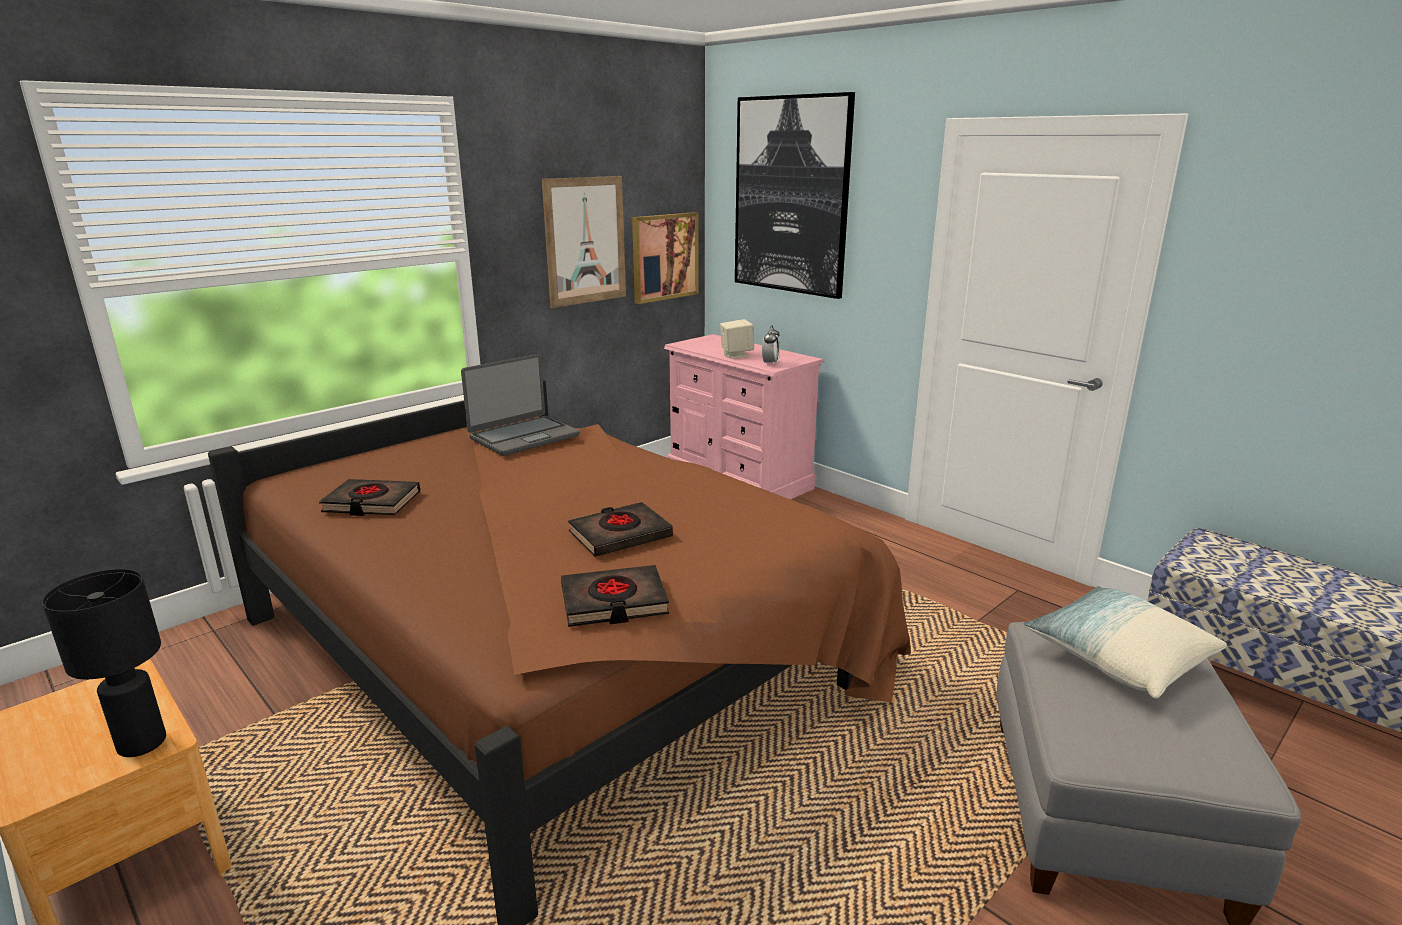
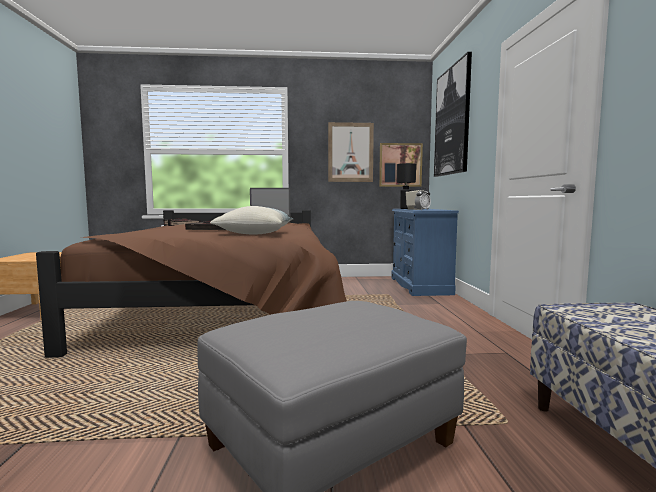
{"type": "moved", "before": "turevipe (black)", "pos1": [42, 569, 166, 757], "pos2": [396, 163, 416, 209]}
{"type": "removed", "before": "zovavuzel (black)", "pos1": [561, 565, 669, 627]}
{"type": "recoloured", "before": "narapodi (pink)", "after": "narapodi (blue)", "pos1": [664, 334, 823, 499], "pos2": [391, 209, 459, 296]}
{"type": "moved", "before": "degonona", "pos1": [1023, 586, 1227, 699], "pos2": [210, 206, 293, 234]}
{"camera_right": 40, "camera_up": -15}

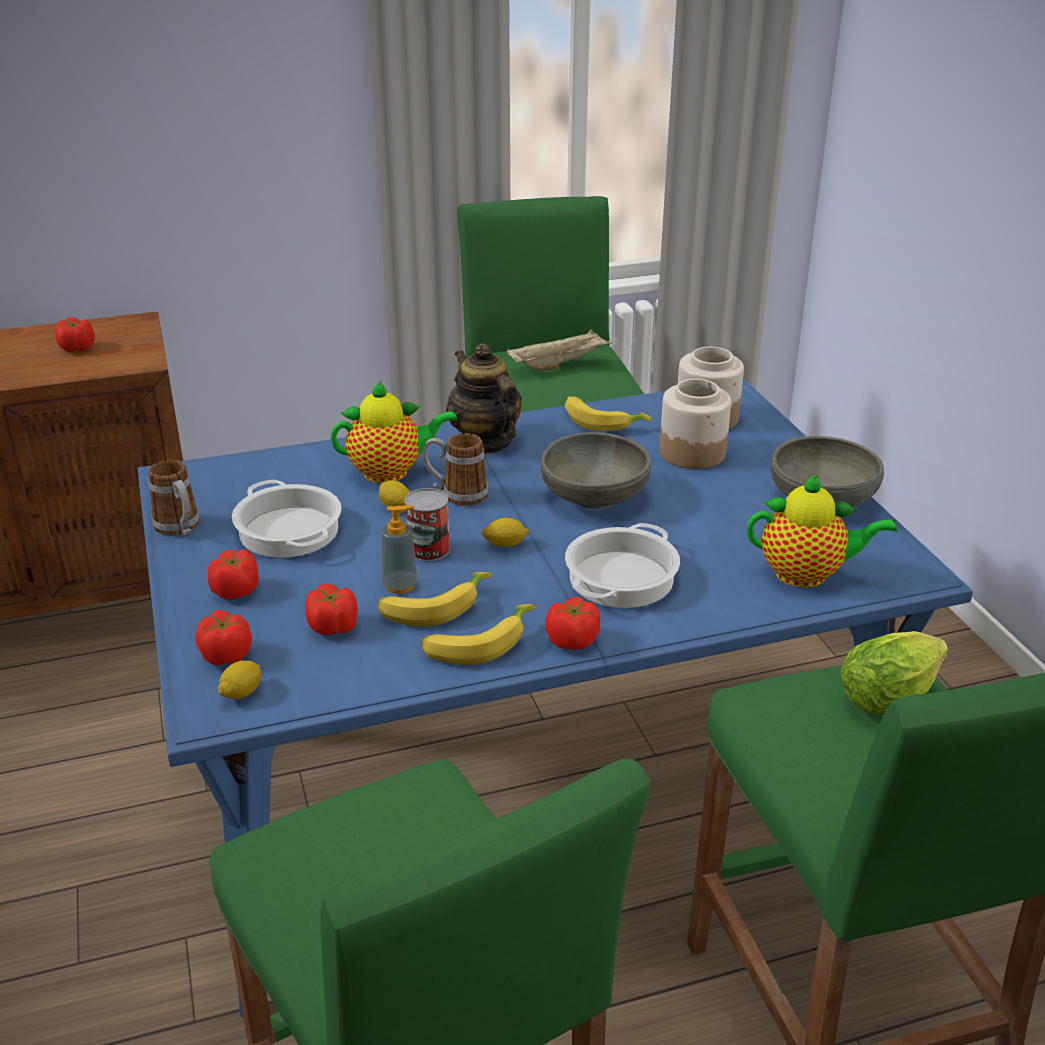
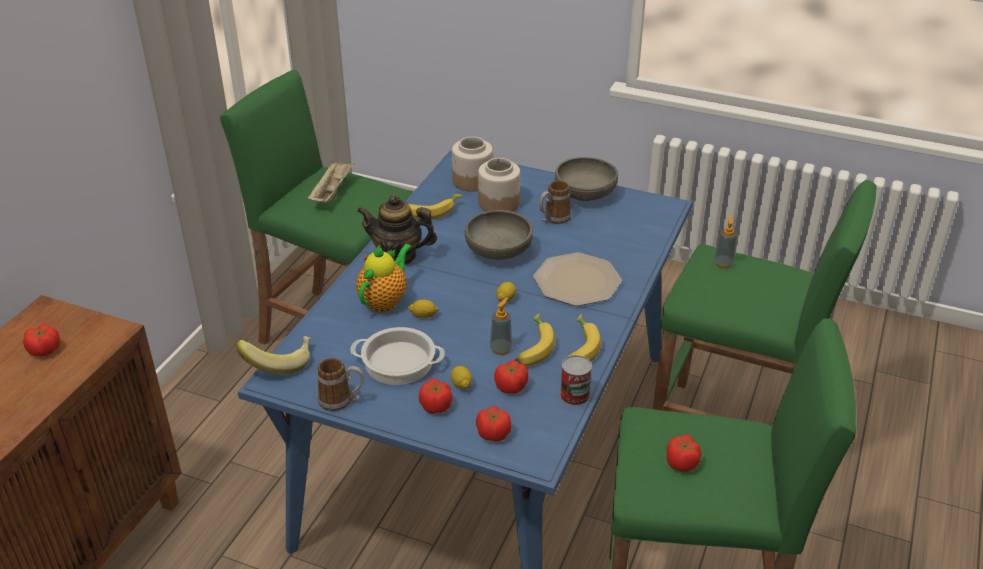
{"type": "moved", "before": "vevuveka", "pos1": [218, 661, 261, 699], "pos2": [451, 366, 472, 389]}
{"type": "moved", "before": "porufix", "pos1": [405, 488, 450, 561], "pos2": [560, 355, 592, 406]}
{"type": "moved", "before": "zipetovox", "pos1": [422, 433, 488, 506], "pos2": [539, 180, 571, 224]}
{"type": "moved", "before": "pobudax", "pos1": [545, 597, 600, 650], "pos2": [667, 435, 701, 472]}
{"type": "replaced", "before": "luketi", "after": "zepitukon", "pos1": [565, 523, 680, 608], "pos2": [533, 253, 622, 306]}
{"type": "removed", "before": "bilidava", "pos1": [747, 474, 897, 588]}
{"type": "replaced", "before": "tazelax", "after": "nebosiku", "pos1": [840, 631, 948, 715], "pos2": [714, 216, 737, 268]}
{"type": "added", "after": "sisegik", "pos2": [236, 336, 311, 374]}
{"camera_right": -50, "camera_up": 5}

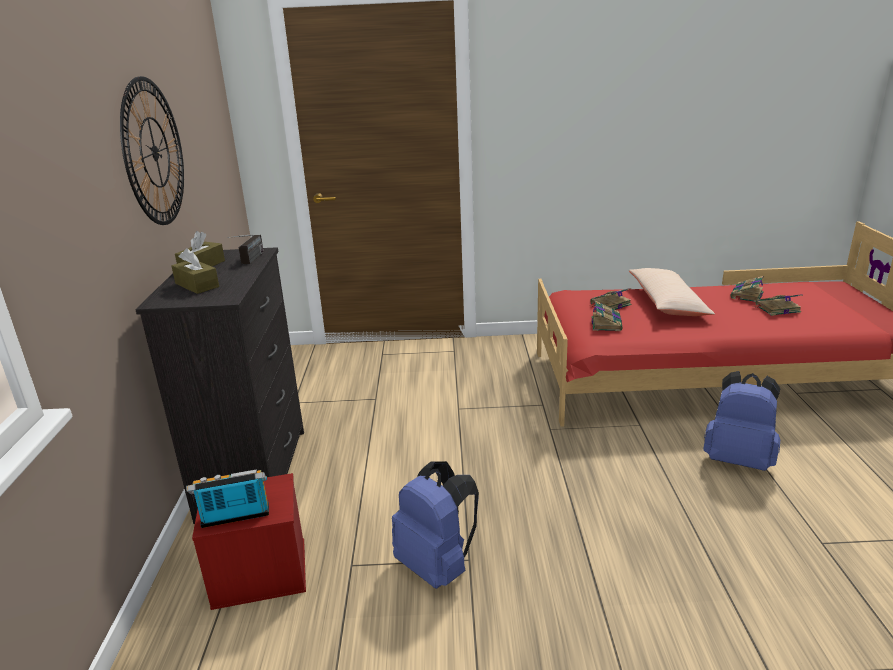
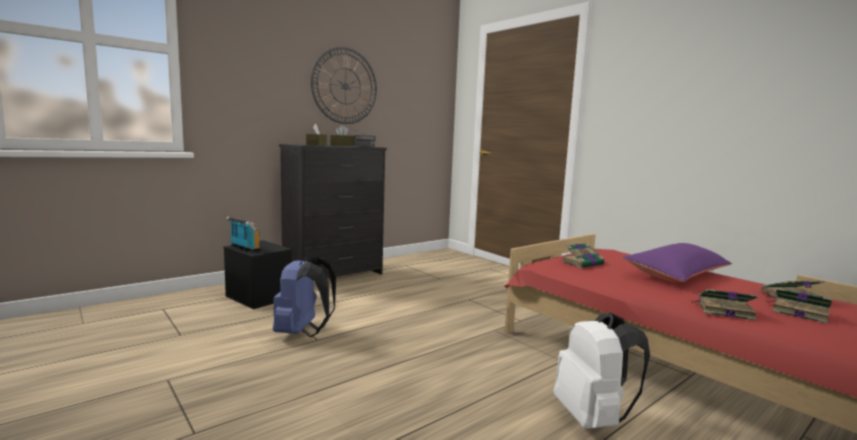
{"type": "recoloured", "before": "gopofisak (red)", "after": "gopofisak (black)", "pos1": [192, 473, 306, 610], "pos2": [224, 240, 292, 309]}
{"type": "moved", "before": "zovavuzel", "pos1": [589, 288, 632, 310], "pos2": [690, 289, 759, 321]}
{"type": "recoloured", "before": "degonona (beige)", "after": "degonona (purple)", "pos1": [628, 268, 715, 316], "pos2": [622, 243, 732, 282]}
{"type": "recoloured", "before": "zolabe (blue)", "after": "zolabe (white)", "pos1": [703, 371, 780, 471], "pos2": [554, 313, 650, 429]}
{"camera_right": 50, "camera_up": -15}

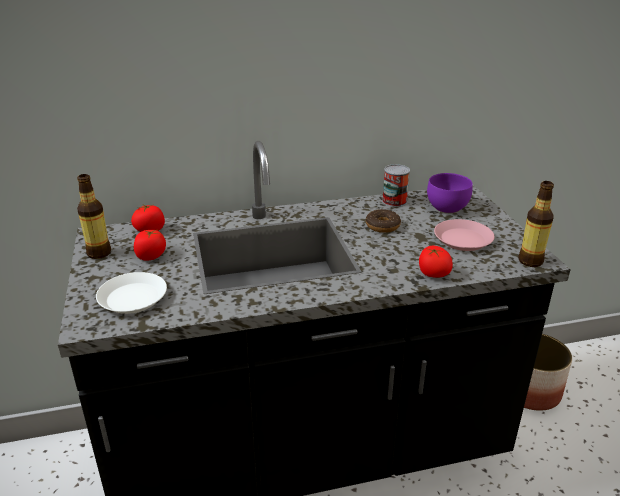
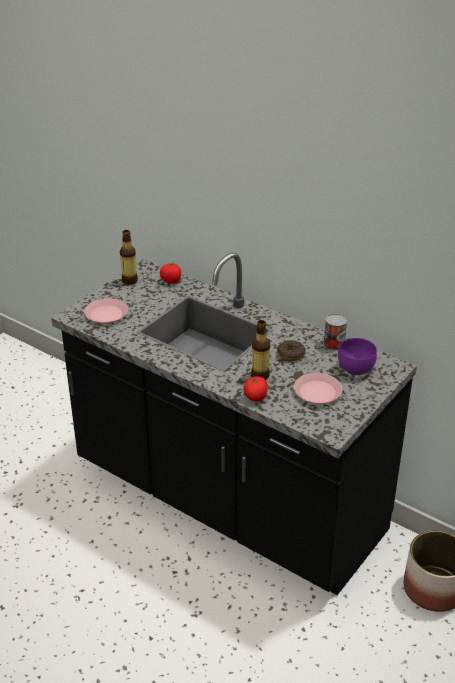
{"type": "recoloured", "before": "zepitukon (white)", "after": "zepitukon (pink)", "pos1": [96, 272, 167, 314], "pos2": [84, 298, 128, 324]}
{"type": "removed", "before": "pobudax", "pos1": [134, 229, 166, 261]}
{"type": "moved", "before": "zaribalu", "pos1": [518, 181, 554, 267], "pos2": [251, 320, 270, 380]}
{"camera_right": 50, "camera_up": 5}

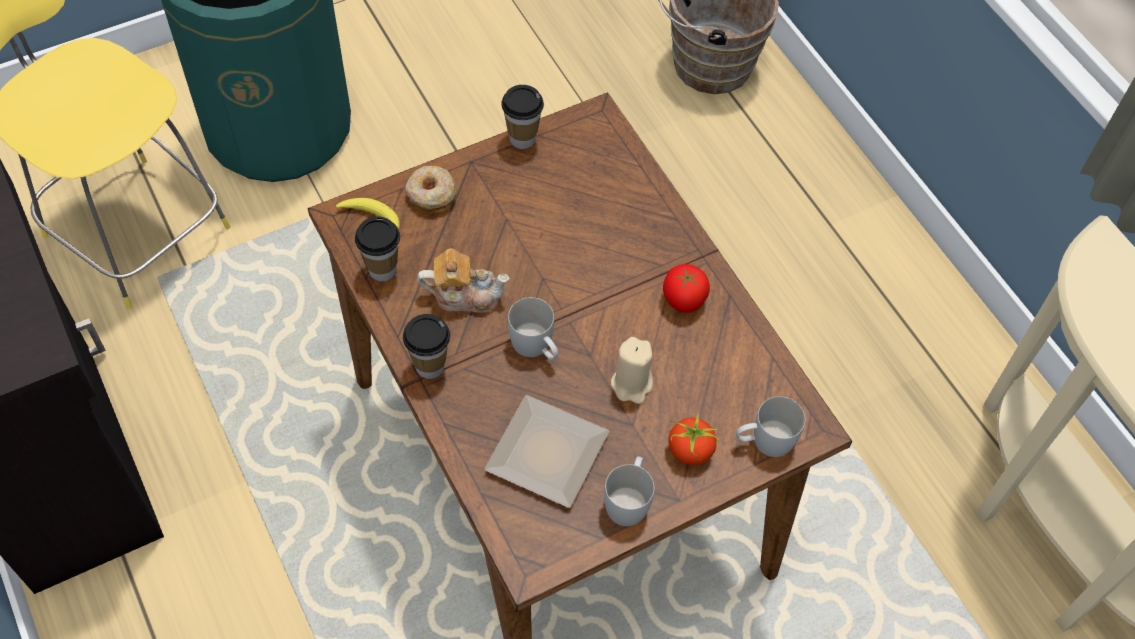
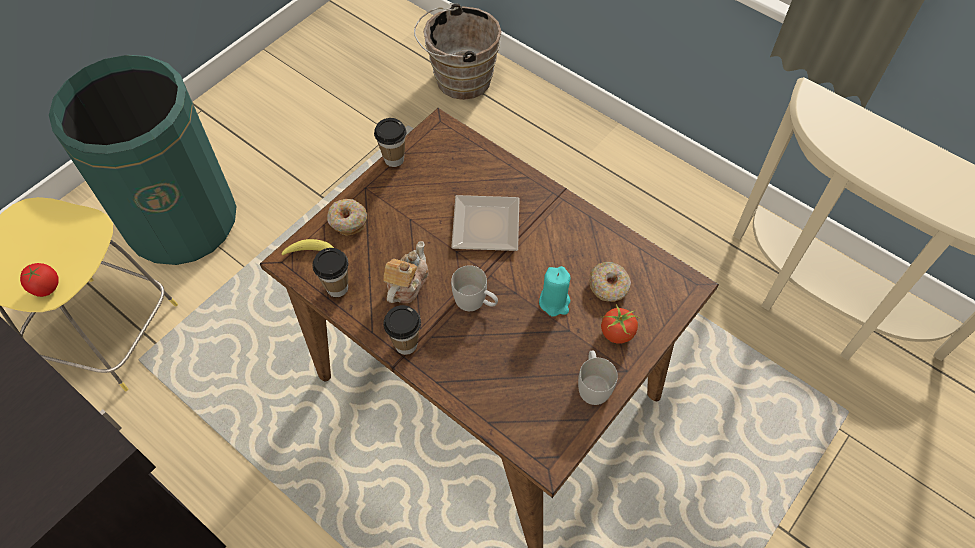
{"type": "turned", "before": "bilidava", "pos1": [417, 249, 510, 313], "pos2": [383, 241, 429, 303], "turn": -45}
{"type": "moved", "before": "zepitukon", "pos1": [484, 395, 609, 508], "pos2": [451, 195, 520, 251]}
{"type": "recoloured", "before": "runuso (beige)", "after": "runuso (turquoise)", "pos1": [611, 337, 653, 404], "pos2": [539, 266, 571, 317]}
{"type": "moved", "before": "pobudax", "pos1": [663, 264, 710, 313], "pos2": [20, 263, 59, 297]}
{"type": "removed", "before": "zipetovox (white)", "pos1": [736, 396, 805, 457]}
{"type": "added", "after": "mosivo", "pos2": [589, 262, 631, 302]}
{"camera_right": -20, "camera_up": 0}

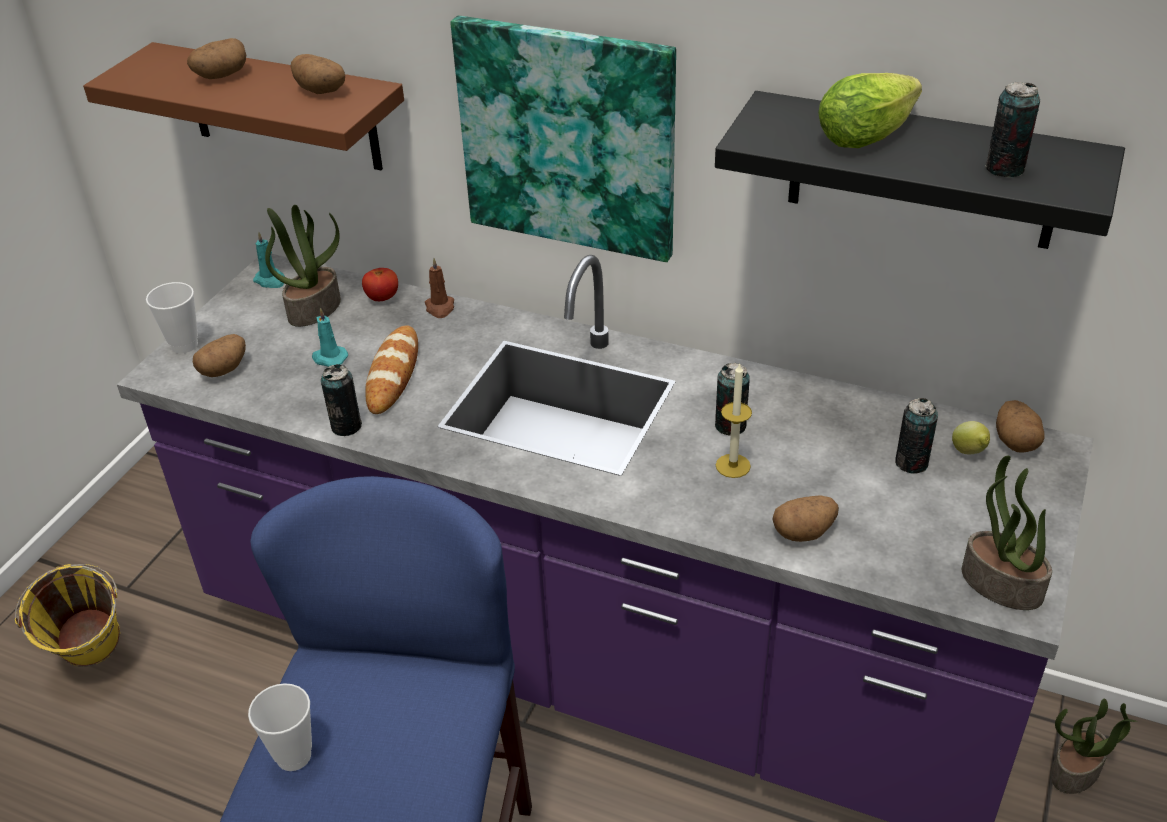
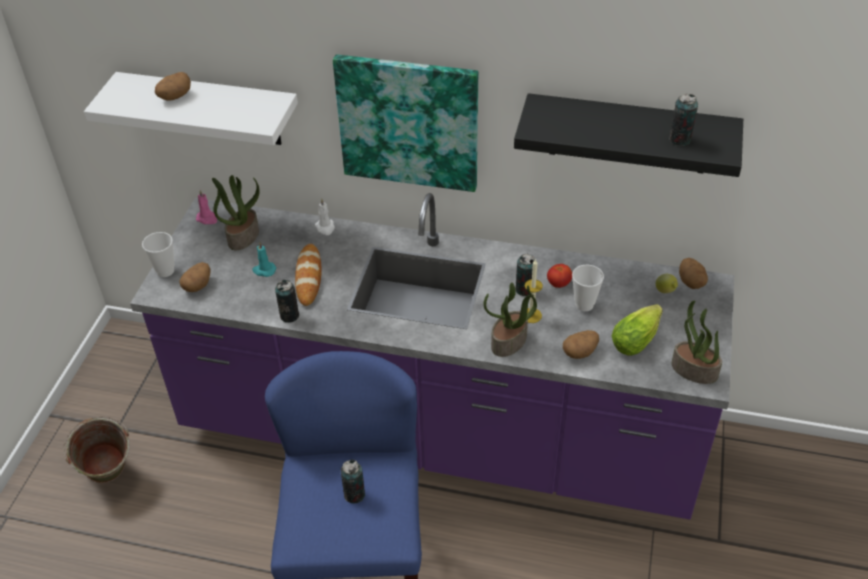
{"type": "recoloured", "before": "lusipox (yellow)", "after": "lusipox (green)", "pos1": [15, 564, 120, 667], "pos2": [63, 417, 129, 483]}
{"type": "recoloured", "before": "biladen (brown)", "after": "biladen (white)", "pos1": [83, 42, 404, 170], "pos2": [84, 72, 298, 145]}
{"type": "moved", "before": "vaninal", "pos1": [248, 683, 312, 771], "pos2": [572, 265, 604, 311]}
{"type": "recoloured", "before": "runuso (turquoise)", "after": "runuso (pink)", "pos1": [253, 232, 285, 288], "pos2": [196, 190, 217, 224]}
{"type": "removed", "before": "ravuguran", "pos1": [291, 54, 345, 94]}
{"type": "moved", "before": "pobudax", "pos1": [362, 268, 398, 301], "pos2": [547, 264, 572, 288]}
{"type": "recoloured", "before": "runuso (brown)", "after": "runuso (white)", "pos1": [425, 258, 454, 318], "pos2": [315, 198, 335, 235]}
{"type": "moved", "before": "tazelax", "pos1": [818, 73, 922, 148], "pos2": [612, 304, 663, 356]}
{"type": "moved", "before": "porufix", "pos1": [895, 398, 938, 474], "pos2": [341, 460, 365, 504]}
{"type": "moved", "before": "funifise", "pos1": [1051, 699, 1137, 794], "pos2": [483, 282, 537, 357]}
{"camera_right": -10, "camera_up": 5}

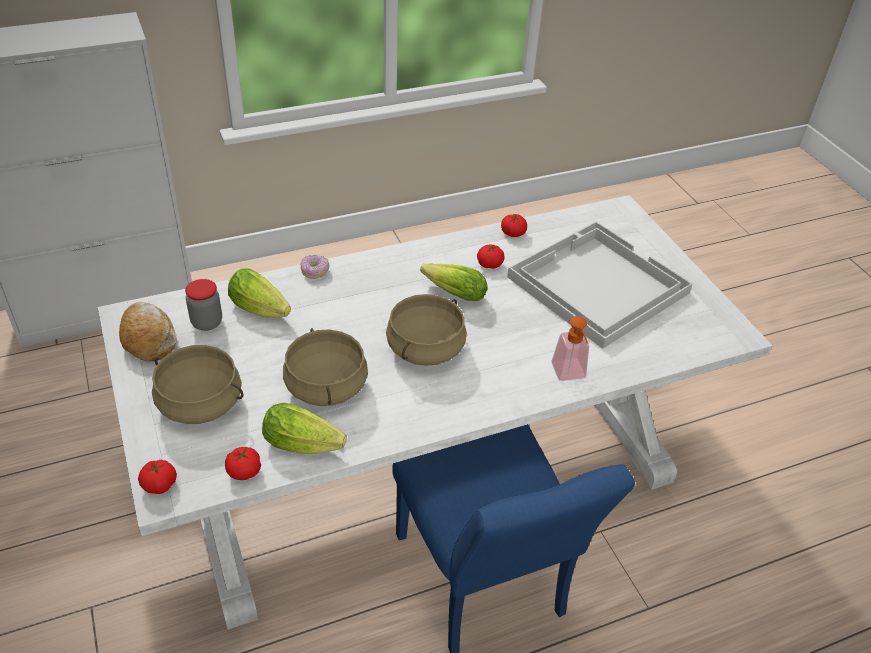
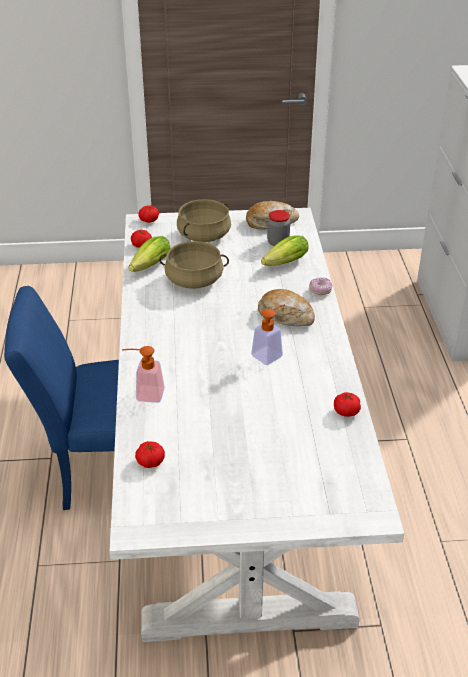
{"type": "removed", "before": "luketi (beige)", "pos1": [386, 294, 467, 366]}
{"type": "replaced", "before": "tazelax", "after": "nebosiku", "pos1": [420, 264, 488, 301], "pos2": [251, 304, 285, 365]}
{"type": "moved", "before": "pobudax", "pos1": [477, 245, 505, 269], "pos2": [135, 441, 165, 468]}
{"type": "removed", "before": "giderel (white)", "pos1": [507, 221, 692, 349]}
{"type": "added", "after": "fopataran", "pos2": [258, 289, 315, 326]}
{"camera_right": 110, "camera_up": -5}

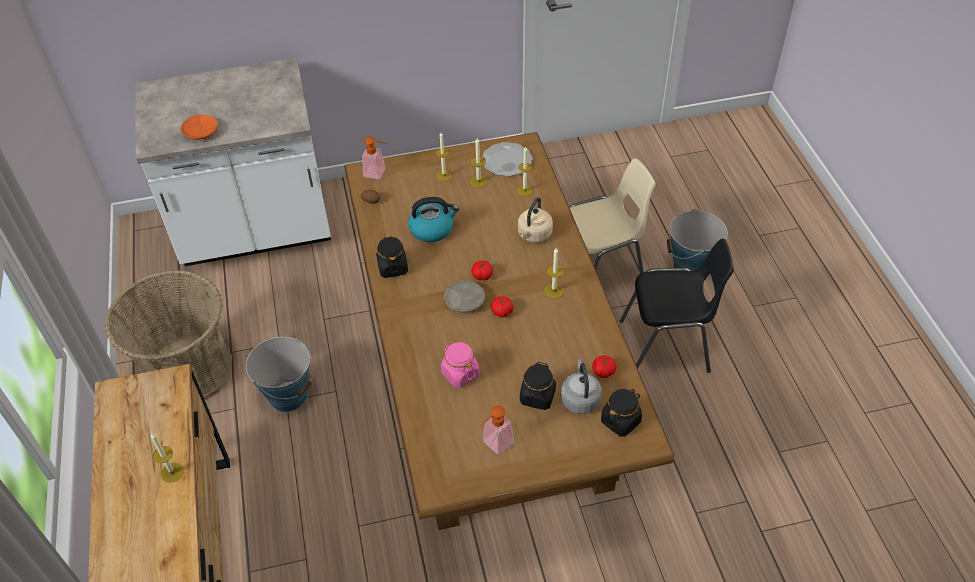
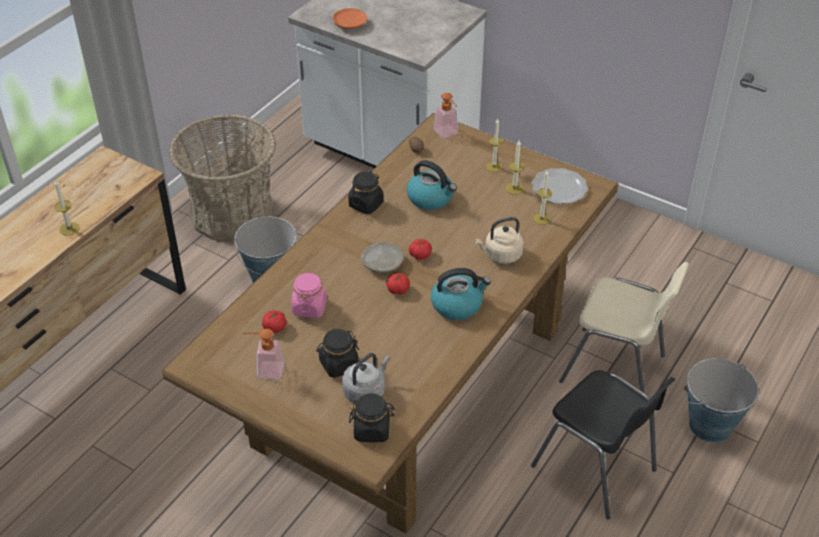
{"type": "replaced", "before": "runuso", "after": "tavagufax", "pos1": [544, 248, 564, 298], "pos2": [431, 268, 491, 320]}
{"type": "moved", "before": "pobudax", "pos1": [592, 355, 617, 378], "pos2": [262, 310, 287, 333]}
{"camera_right": 45, "camera_up": -5}

